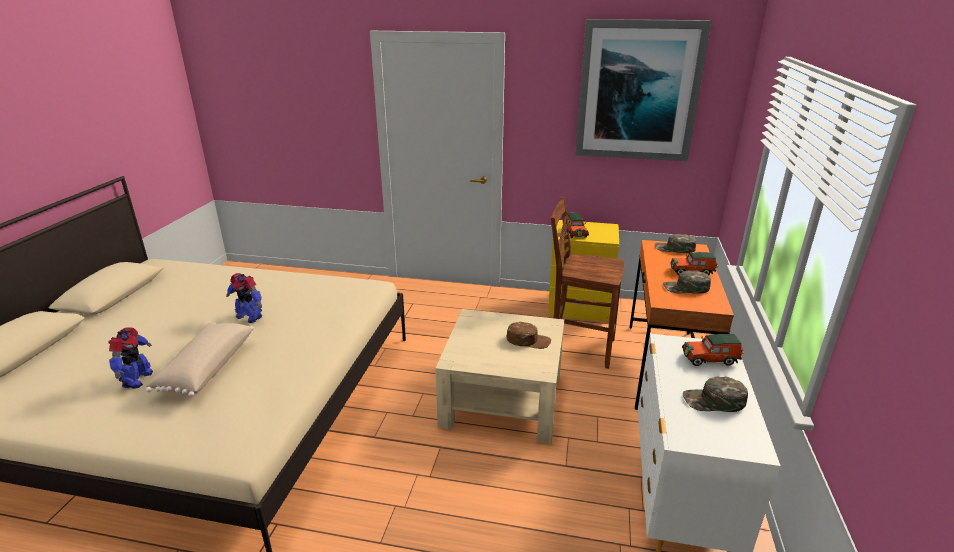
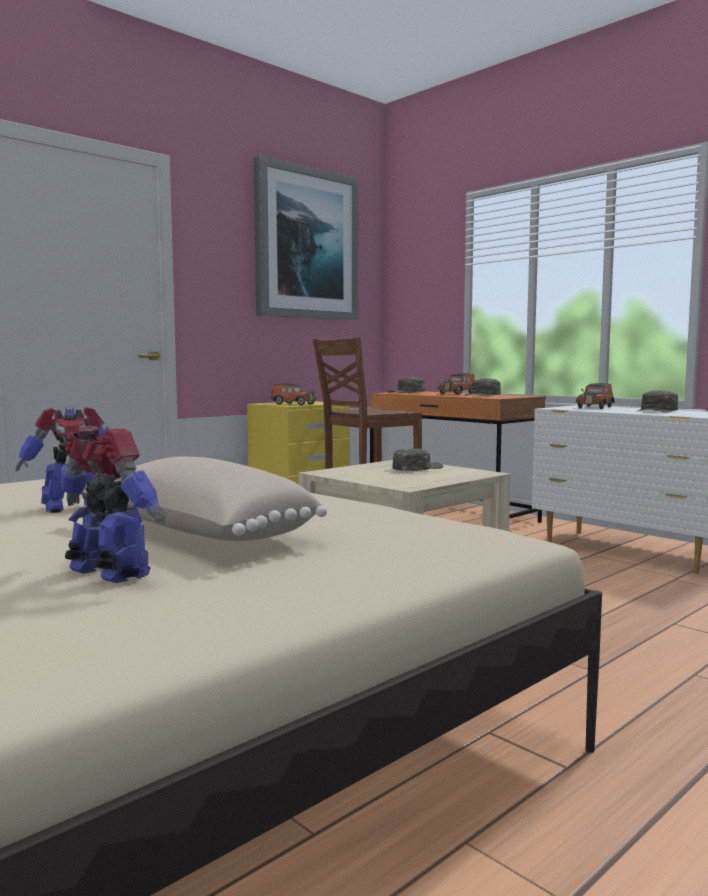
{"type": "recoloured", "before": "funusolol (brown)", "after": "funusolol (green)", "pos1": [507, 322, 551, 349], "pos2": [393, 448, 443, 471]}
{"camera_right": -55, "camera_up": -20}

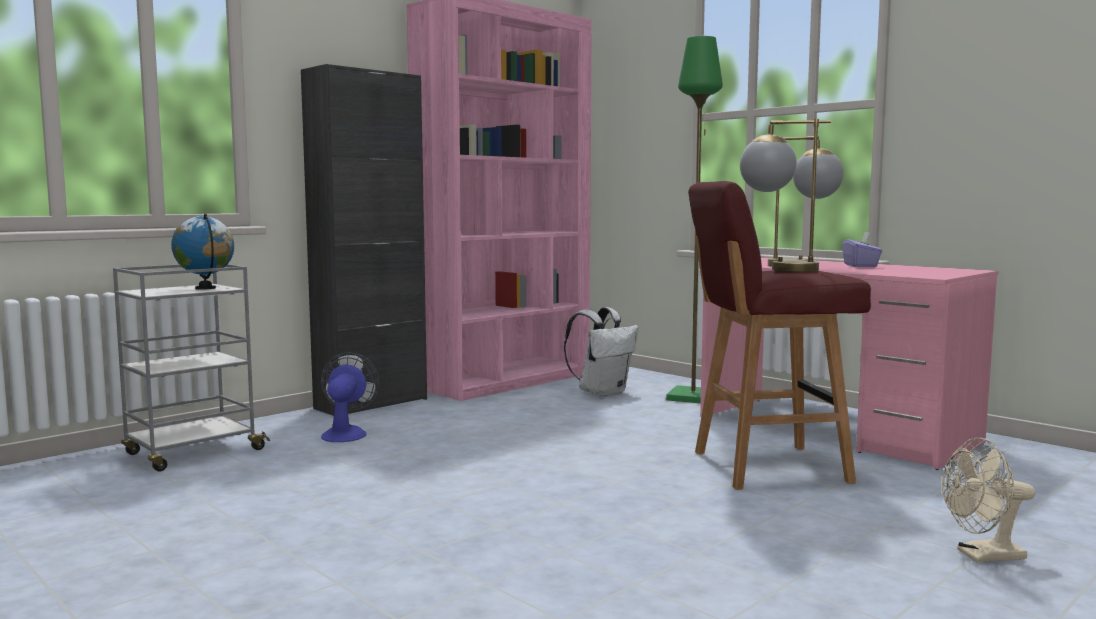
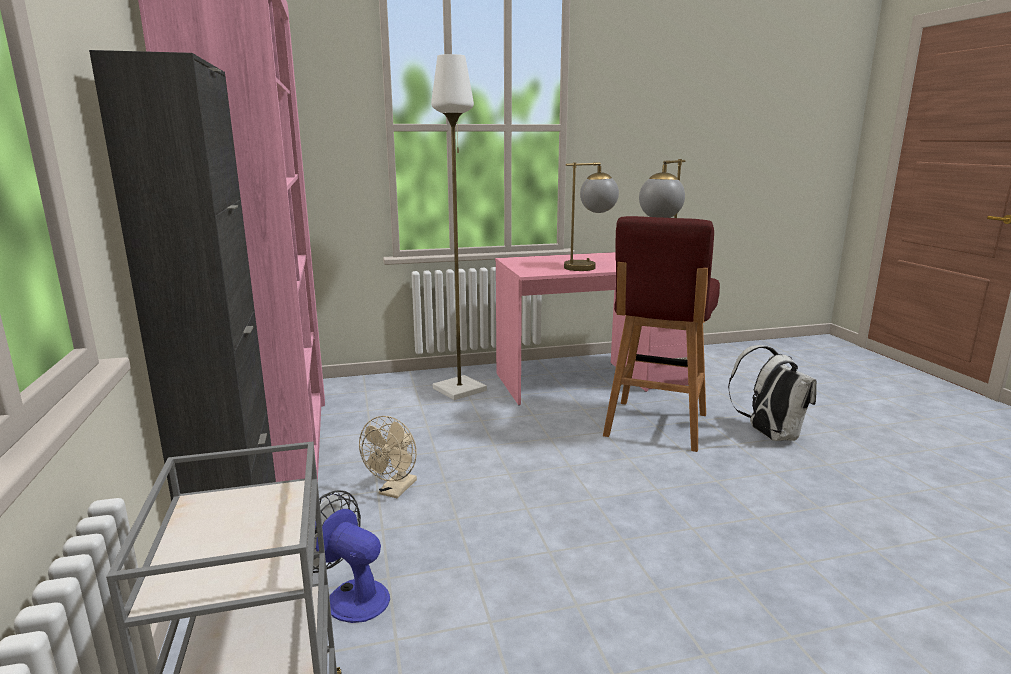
{"type": "removed", "before": "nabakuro", "pos1": [171, 214, 234, 290]}
{"type": "moved", "before": "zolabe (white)", "pos1": [564, 307, 638, 397], "pos2": [728, 345, 817, 441]}
{"type": "recoloured", "before": "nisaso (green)", "after": "nisaso (white)", "pos1": [666, 36, 723, 403], "pos2": [431, 54, 487, 400]}
{"type": "removed", "before": "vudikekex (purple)", "pos1": [842, 232, 882, 267]}
{"type": "moved", "before": "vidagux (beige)", "pos1": [942, 438, 1035, 562], "pos2": [359, 416, 417, 498]}
{"camera_right": -60, "camera_up": 10}

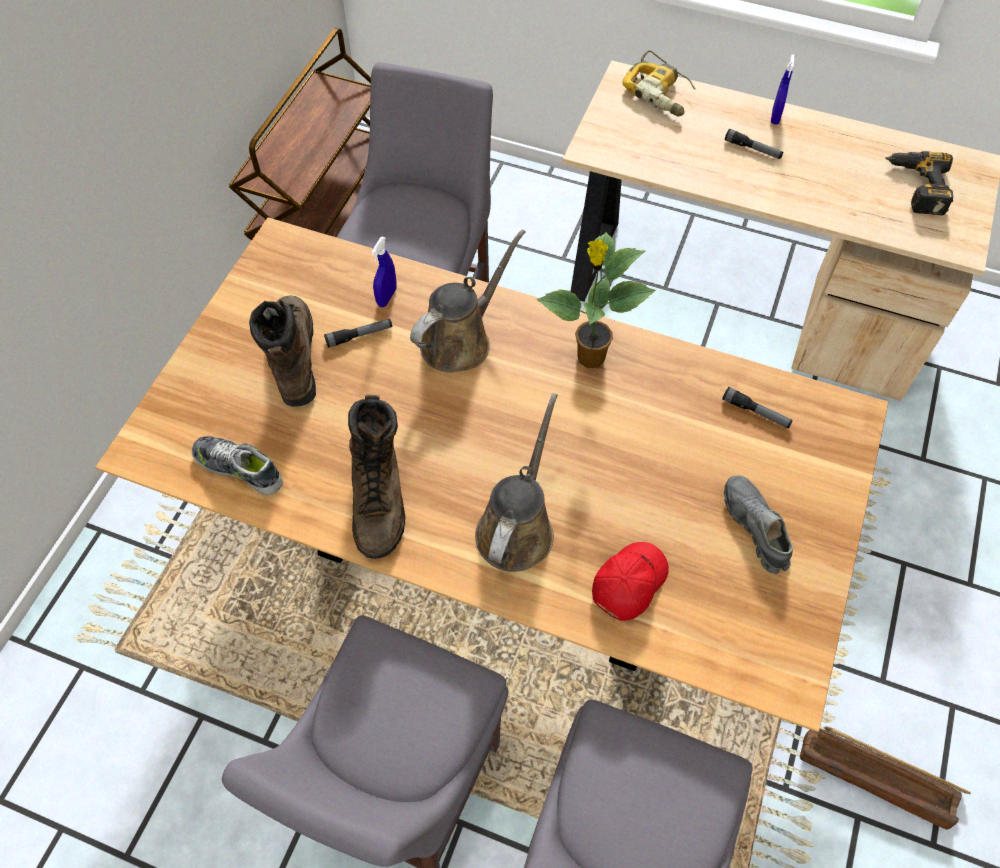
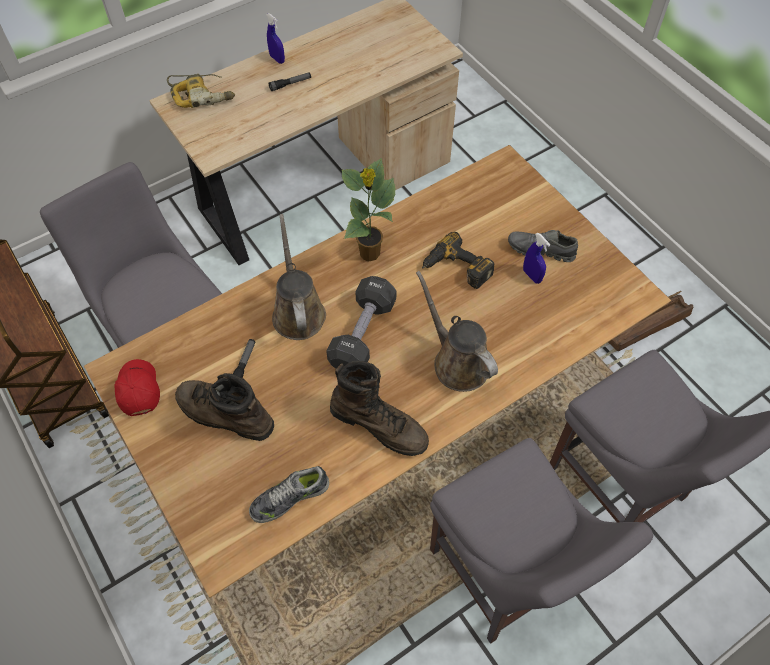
{"type": "moved", "before": "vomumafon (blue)", "pos1": [371, 237, 397, 307], "pos2": [523, 233, 550, 284]}
{"type": "moved", "before": "funusolol (red)", "pos1": [592, 542, 669, 621], "pos2": [114, 359, 160, 416]}
{"type": "removed", "before": "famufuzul", "pos1": [722, 387, 793, 428]}
{"type": "moved", "before": "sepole", "pos1": [885, 151, 953, 215], "pos2": [422, 232, 495, 289]}
{"type": "added", "after": "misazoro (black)", "pos2": [326, 276, 396, 369]}
{"camera_right": -55, "camera_up": 0}

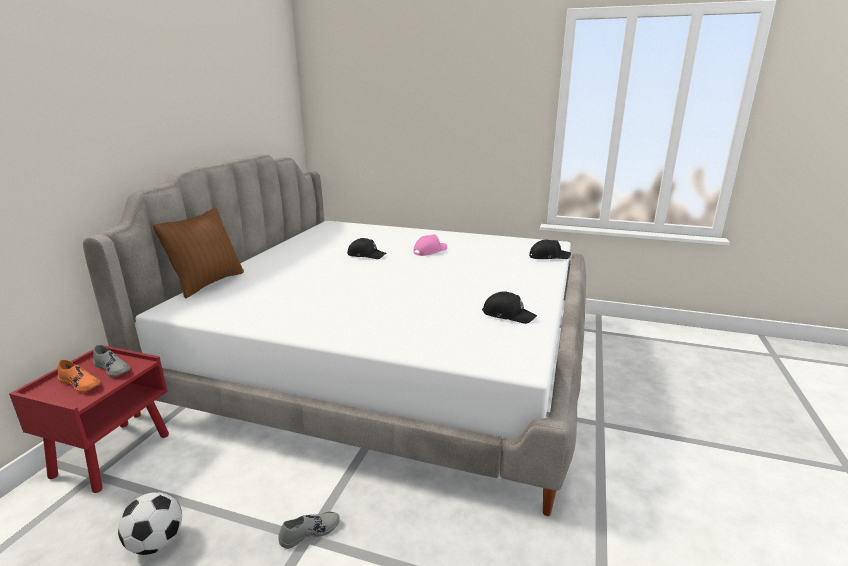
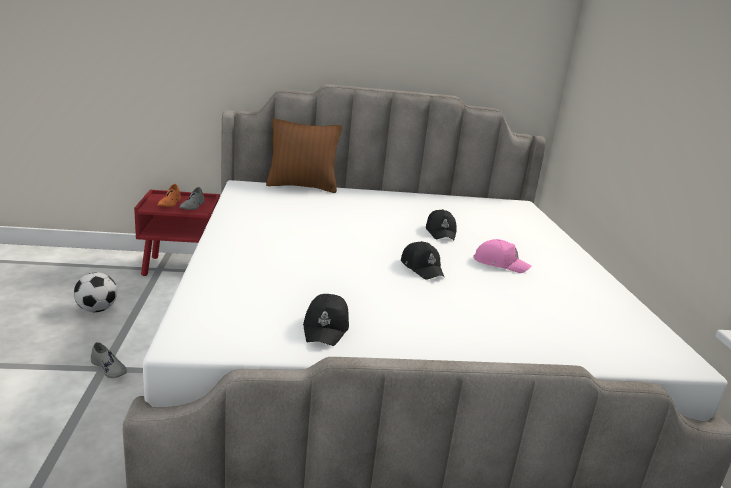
{"type": "moved", "before": "funusolol (black)", "pos1": [529, 240, 571, 259], "pos2": [401, 241, 444, 280]}
{"camera_right": 65, "camera_up": 0}

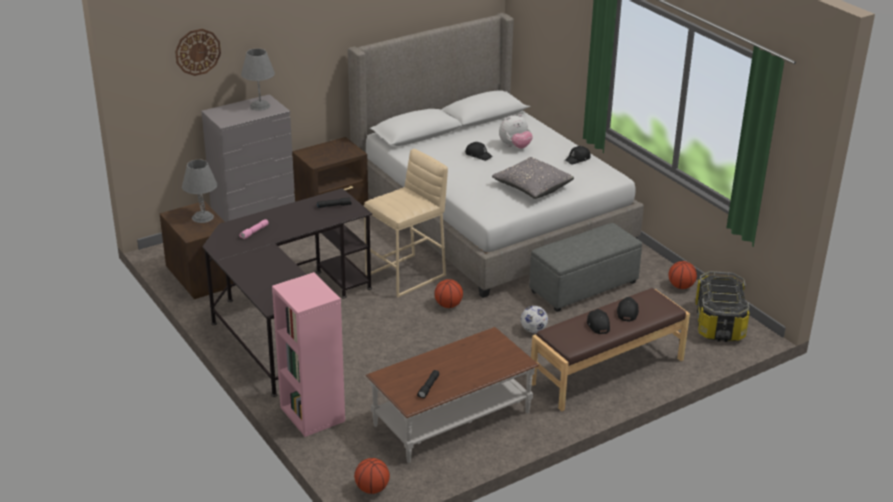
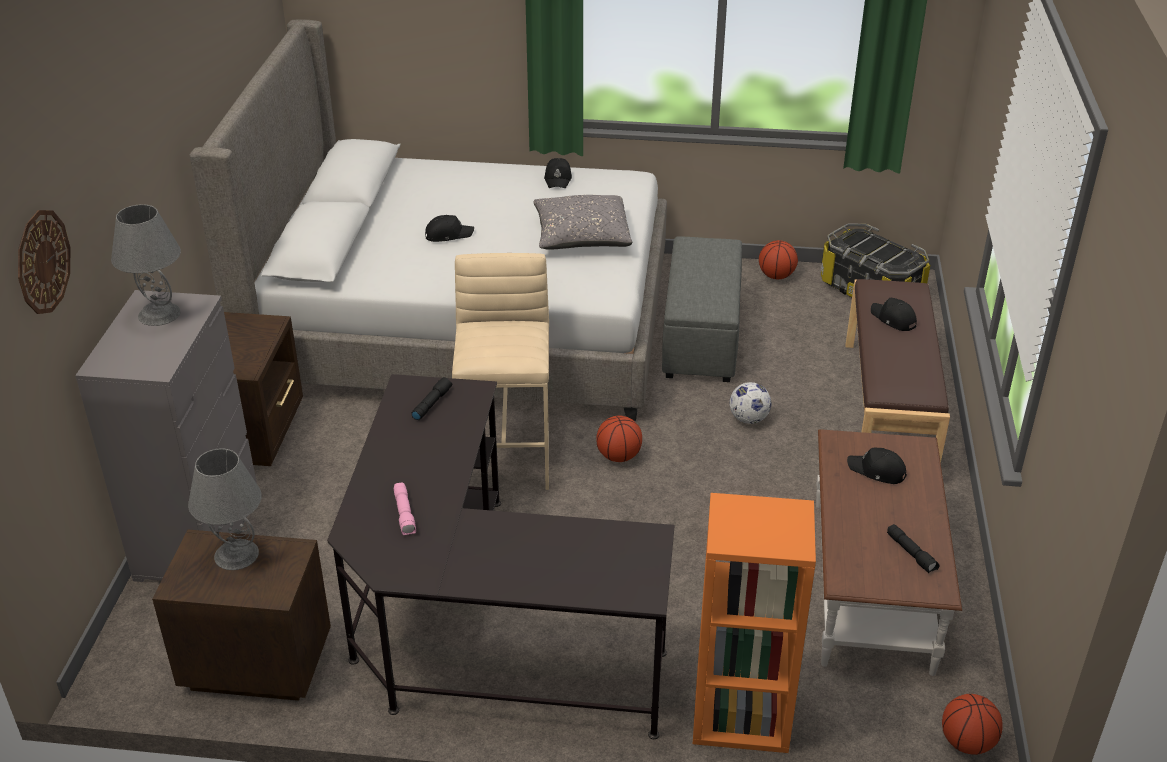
{"type": "recoloured", "before": "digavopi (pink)", "after": "digavopi (orange)", "pos1": [272, 272, 345, 437], "pos2": [693, 493, 816, 753]}
{"type": "removed", "before": "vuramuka", "pos1": [499, 114, 533, 149]}
{"type": "moved", "before": "funusolol (black)", "pos1": [587, 309, 610, 334], "pos2": [847, 448, 907, 484]}
{"camera_right": -50, "camera_up": 5}

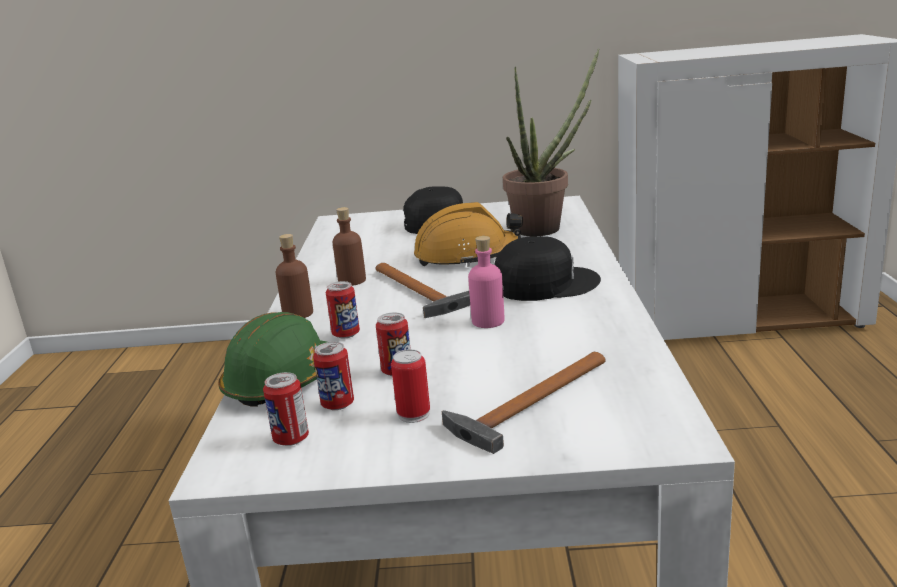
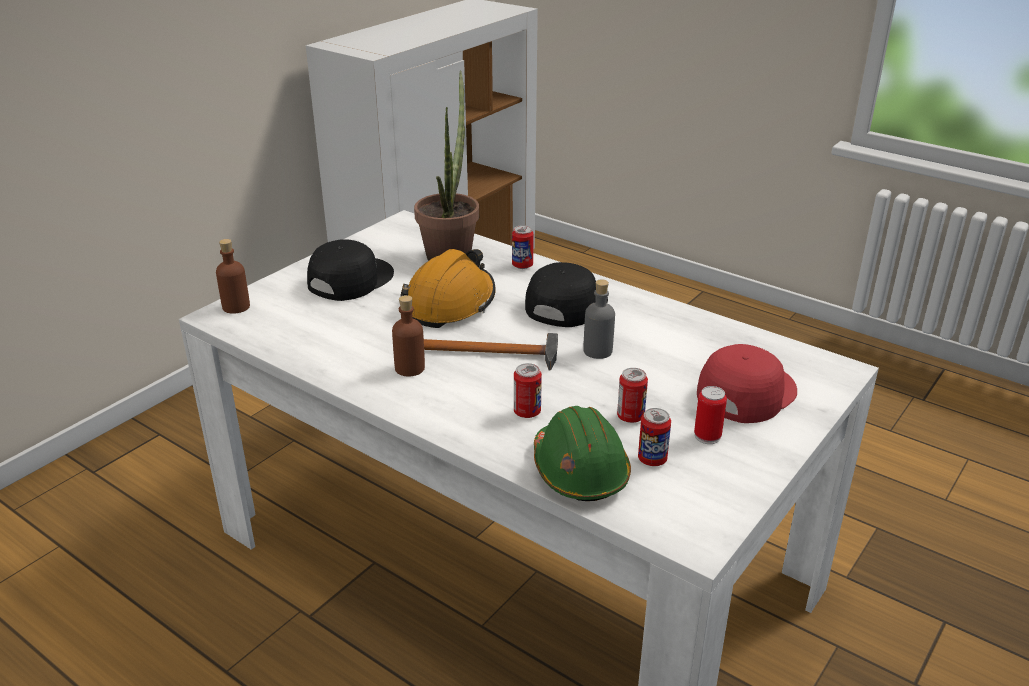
{"type": "moved", "before": "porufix", "pos1": [263, 372, 309, 446], "pos2": [512, 225, 534, 269]}
{"type": "moved", "before": "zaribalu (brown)", "pos1": [276, 234, 313, 318], "pos2": [216, 239, 250, 314]}
{"type": "replaced", "before": "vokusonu", "after": "funusolol (red)", "pos1": [442, 352, 606, 454], "pos2": [697, 344, 797, 423]}
{"type": "recoloured", "before": "zaribalu (pink)", "after": "zaribalu (grey)", "pos1": [468, 236, 504, 328], "pos2": [583, 279, 615, 359]}
{"camera_right": -55, "camera_up": 10}

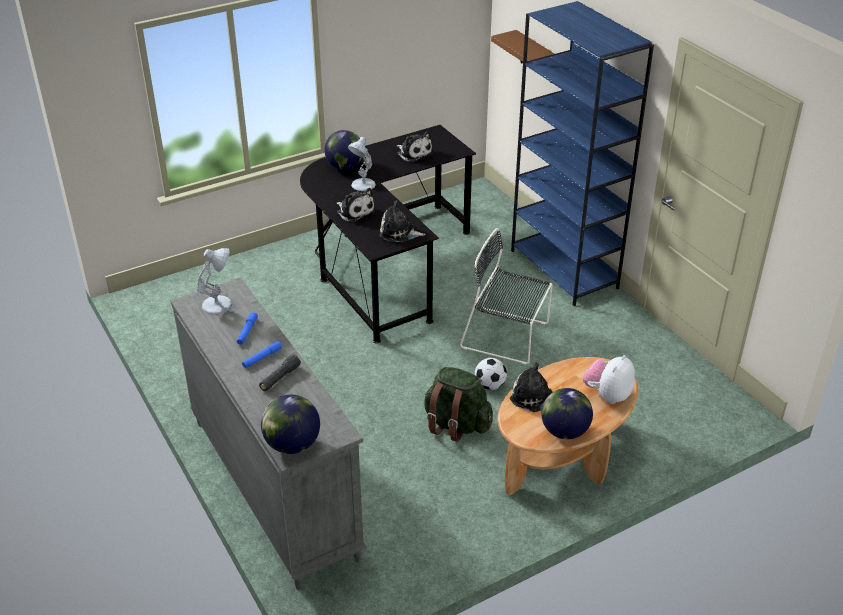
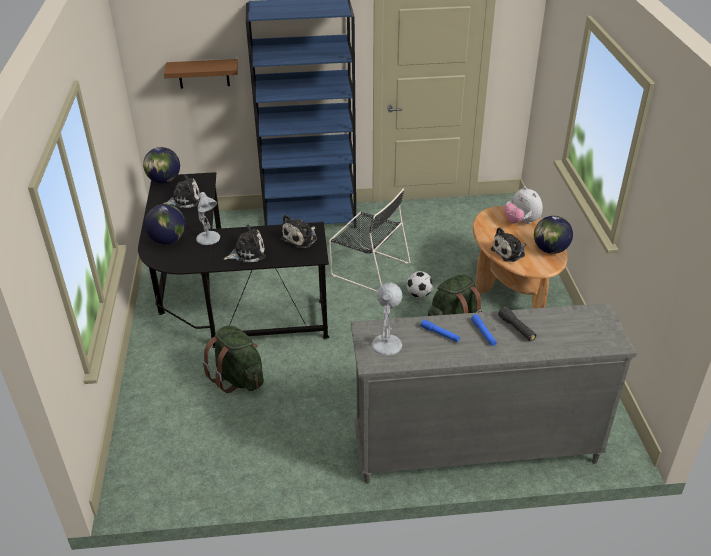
{"type": "moved", "before": "nabakuro", "pos1": [261, 395, 320, 454], "pos2": [143, 147, 180, 183]}
{"type": "turned", "before": "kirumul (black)", "pos1": [460, 228, 553, 364], "pos2": [329, 189, 410, 292], "turn": -105}
{"type": "added", "after": "zolabe (green)", "pos2": [203, 325, 264, 393]}
{"camera_right": -65, "camera_up": 0}

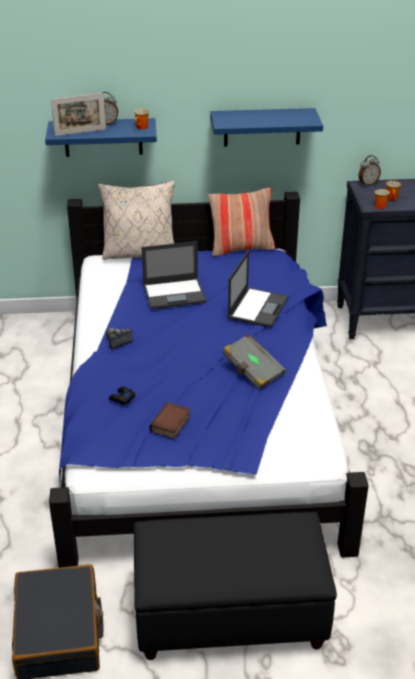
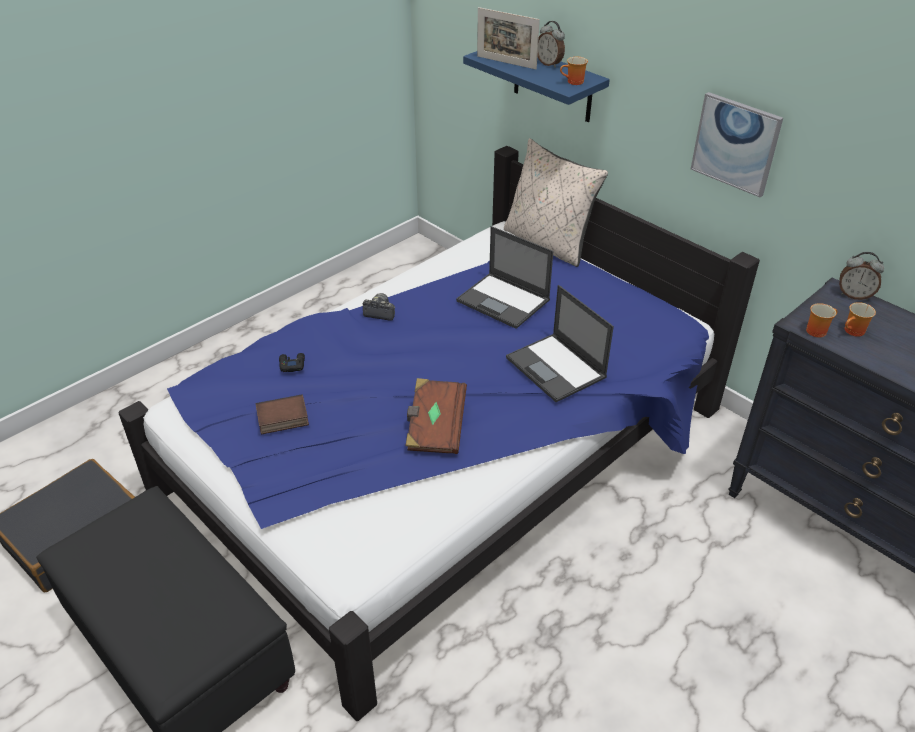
{"type": "removed", "before": "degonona", "pos1": [208, 187, 275, 257]}
{"type": "replaced", "before": "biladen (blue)", "after": "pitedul", "pos1": [210, 108, 323, 147], "pos2": [691, 92, 783, 197]}
{"type": "recoloured", "before": "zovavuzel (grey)", "after": "zovavuzel (brown)", "pos1": [223, 334, 286, 389], "pos2": [405, 378, 467, 454]}
{"type": "turned", "before": "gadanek", "pos1": [227, 250, 289, 328], "pos2": [506, 285, 614, 402], "turn": 75}
{"camera_right": 50, "camera_up": 5}

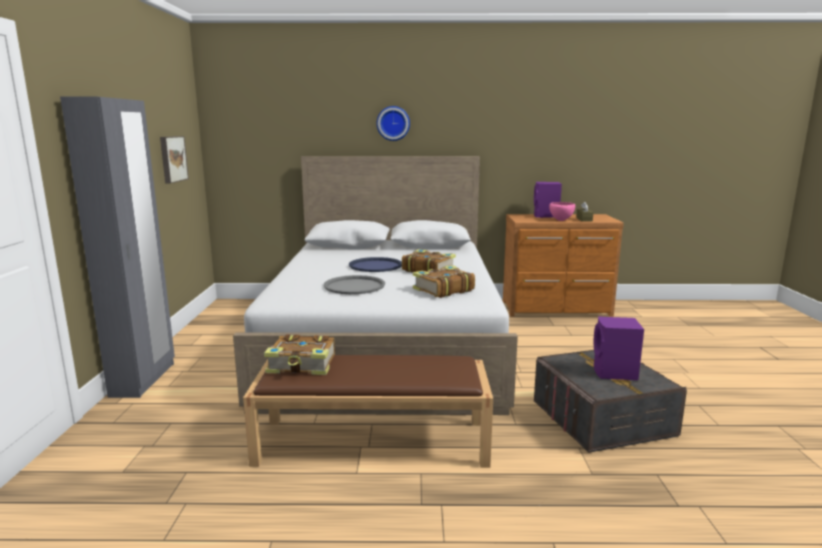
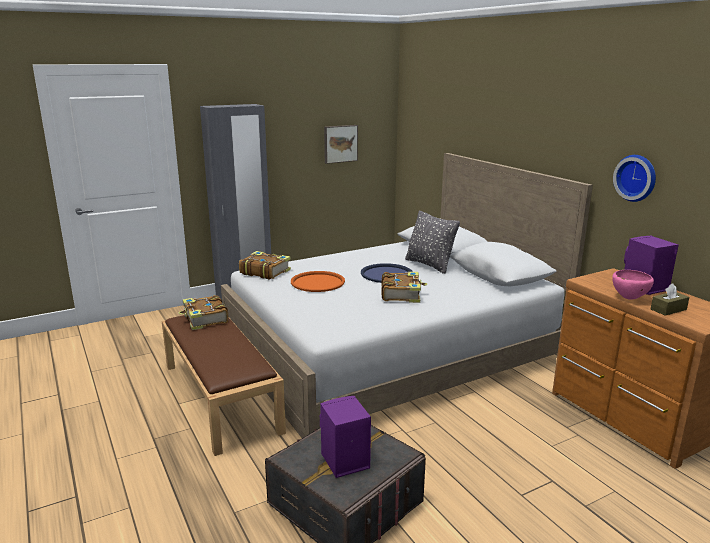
{"type": "recoloured", "before": "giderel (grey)", "after": "giderel (orange)", "pos1": [324, 275, 385, 294], "pos2": [291, 271, 345, 292]}
{"type": "moved", "before": "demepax", "pos1": [376, 106, 410, 141], "pos2": [613, 155, 656, 202]}
{"type": "moved", "before": "zovavuzel", "pos1": [413, 265, 475, 298], "pos2": [239, 251, 291, 280]}
{"type": "added", "after": "degonona (grey)", "pos2": [405, 211, 460, 274]}
{"camera_right": 60, "camera_up": 5}

